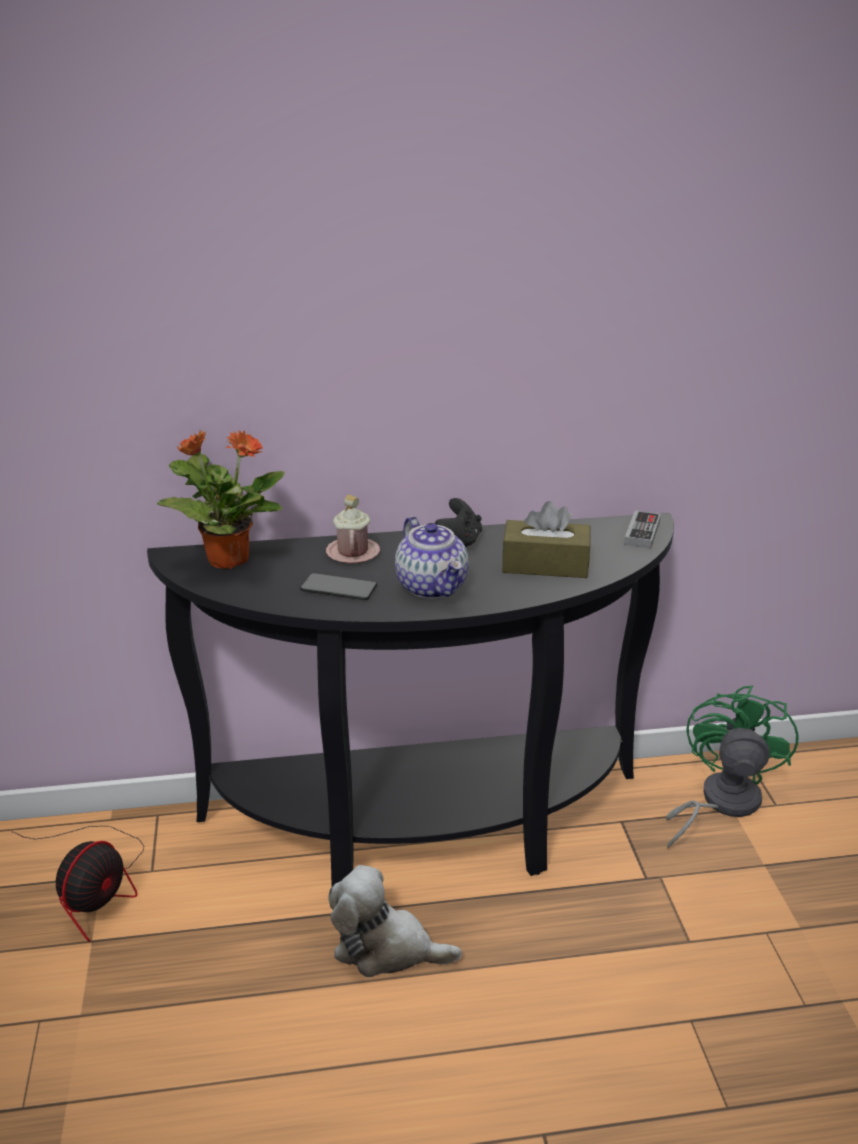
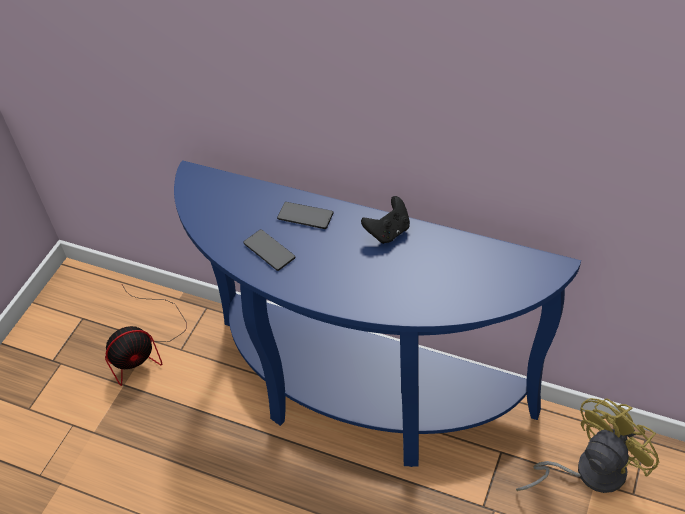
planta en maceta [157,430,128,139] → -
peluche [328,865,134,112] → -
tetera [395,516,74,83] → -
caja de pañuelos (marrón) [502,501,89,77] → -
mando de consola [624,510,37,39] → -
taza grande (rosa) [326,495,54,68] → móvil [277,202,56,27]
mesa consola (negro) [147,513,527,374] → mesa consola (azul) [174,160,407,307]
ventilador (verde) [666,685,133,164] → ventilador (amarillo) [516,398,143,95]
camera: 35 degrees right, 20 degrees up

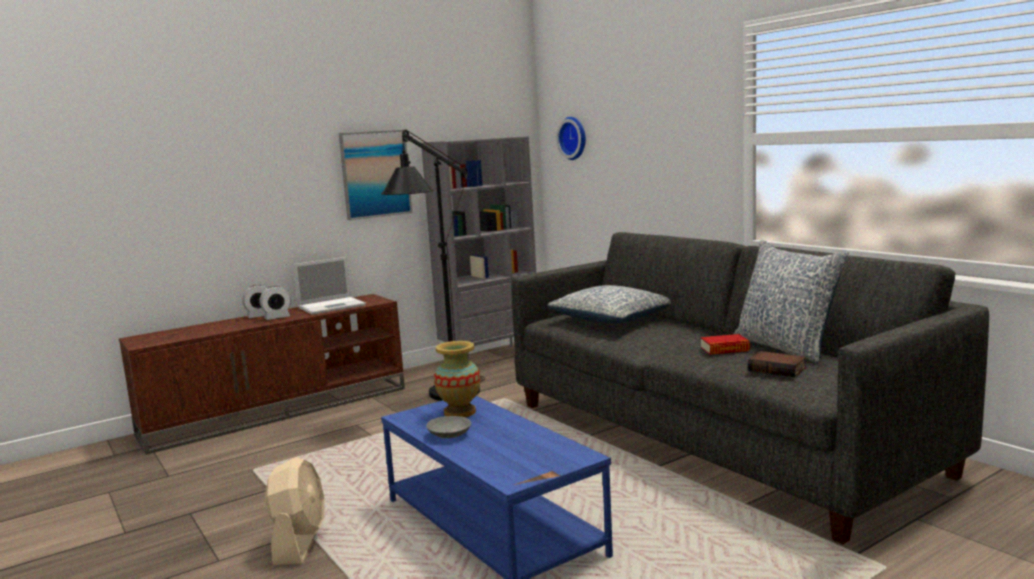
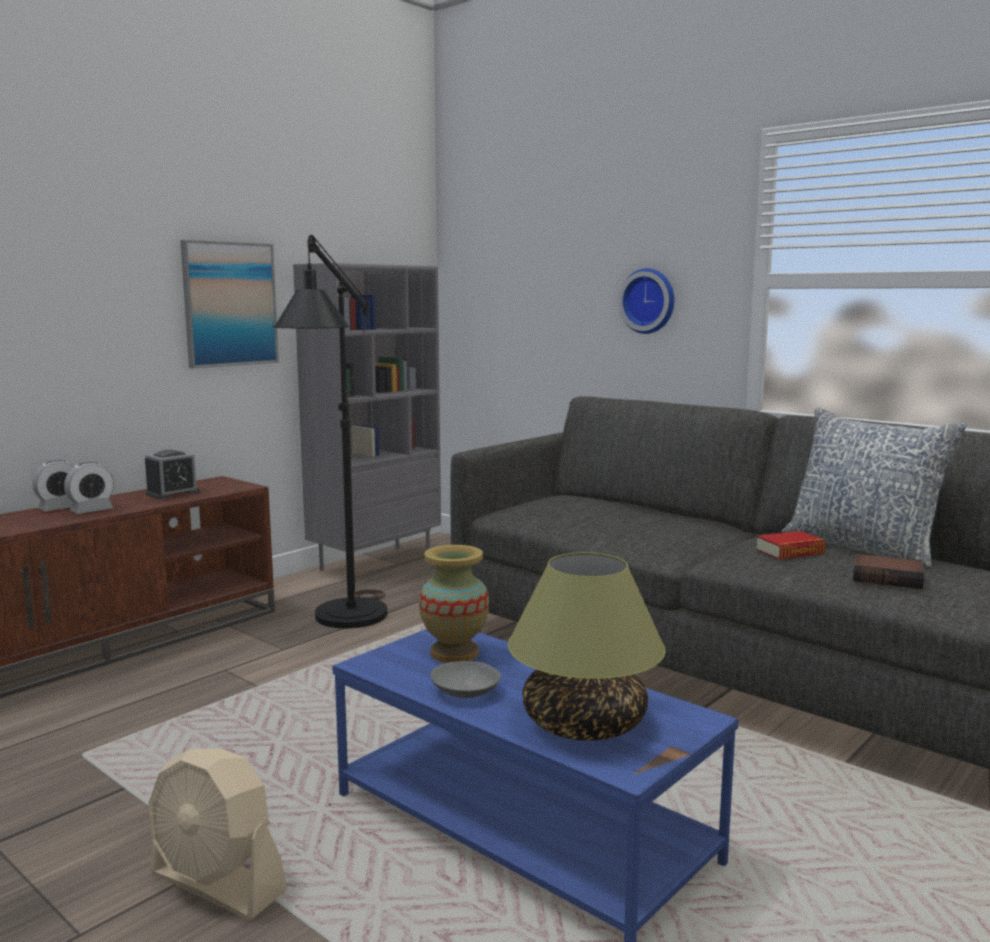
cojín [547,285,124,39] → -
- → lámpara de mesa [508,552,158,189]
reloj de pared [557,117,29,43] → reloj de pared [618,268,56,66], moved
portátil [293,257,73,58] → despertador [145,450,54,49]
ventilador (beis) [265,457,60,108] → ventilador (beis) [148,749,139,171], 135 degrees clockwise
camera: 15 degrees left, 0 degrees up

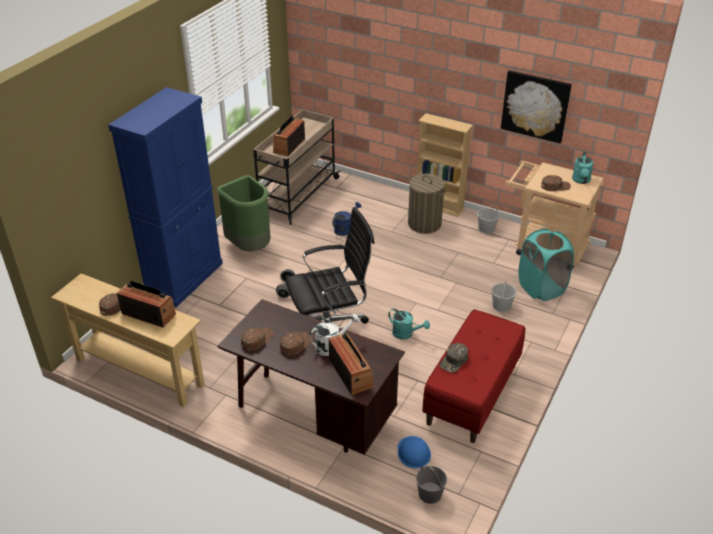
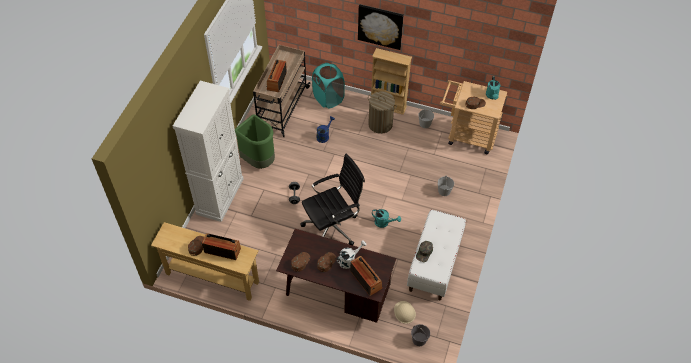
cuadro [501,71,71,72] → cuadro [358,5,46,45], moved
cesto de la ropa (turquesa) [518,229,56,72] → cesto de la ropa (turquesa) [312,63,33,46], moved
armario (azul) [108,87,115,221] → armario (blanco) [173,81,70,141]
casco (azul) [398,436,33,32] → casco (beis) [394,301,22,23]
banco (rojo) [422,309,103,134] → banco (blanco) [407,210,59,90]
camera: 10 degrees left, 15 degrees up

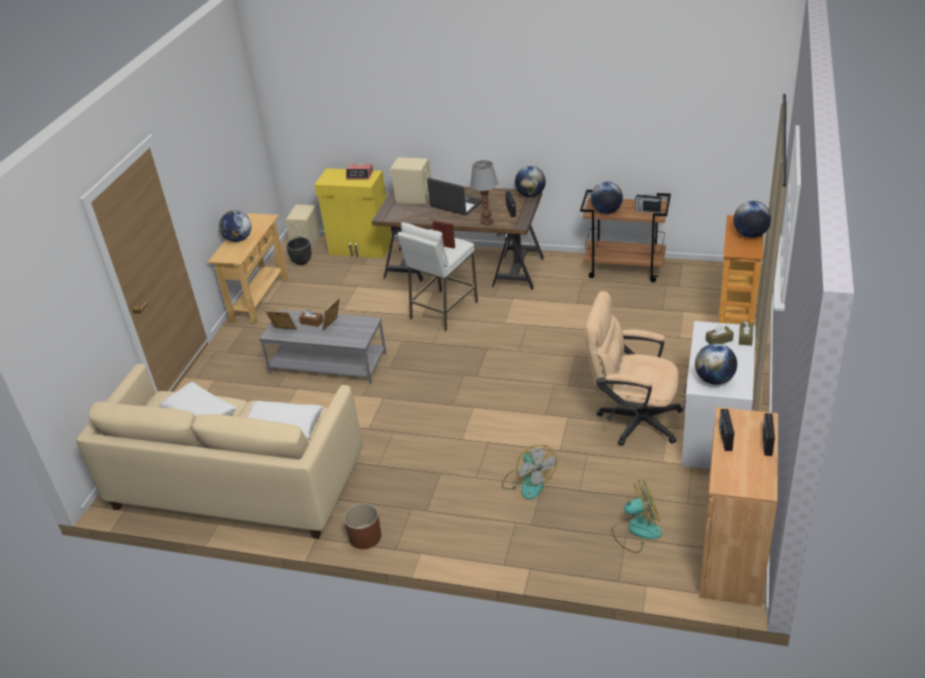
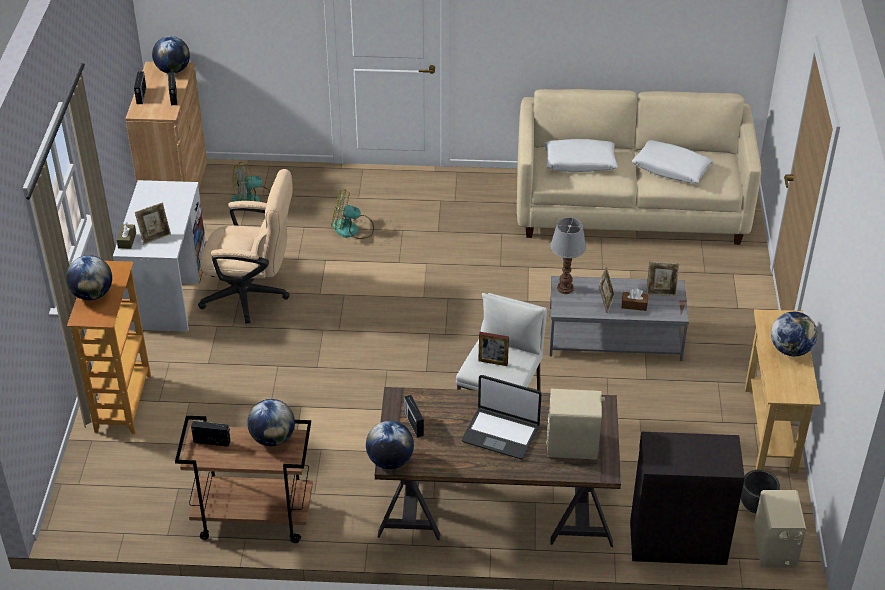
maceta (marrón) [344,503,37,46] → -
despertador [346,164,27,15] → -
lámpara de mesa [470,160,28,66] → lámpara de mesa [550,218,36,76], moved
globo terráqueo [695,343,42,42] → globo terráqueo [152,36,38,38], moved
caja de pañuelos (marrón) [706,323,28,21] → portarretratos [135,202,36,42]
armario (amarillo) [314,168,78,90] → armario (negro) [630,432,115,133]
ventilador [502,445,55,55] → ventilador [331,189,43,50], 45 degrees counterclockwise
camera: 165 degrees right, 5 degrees up

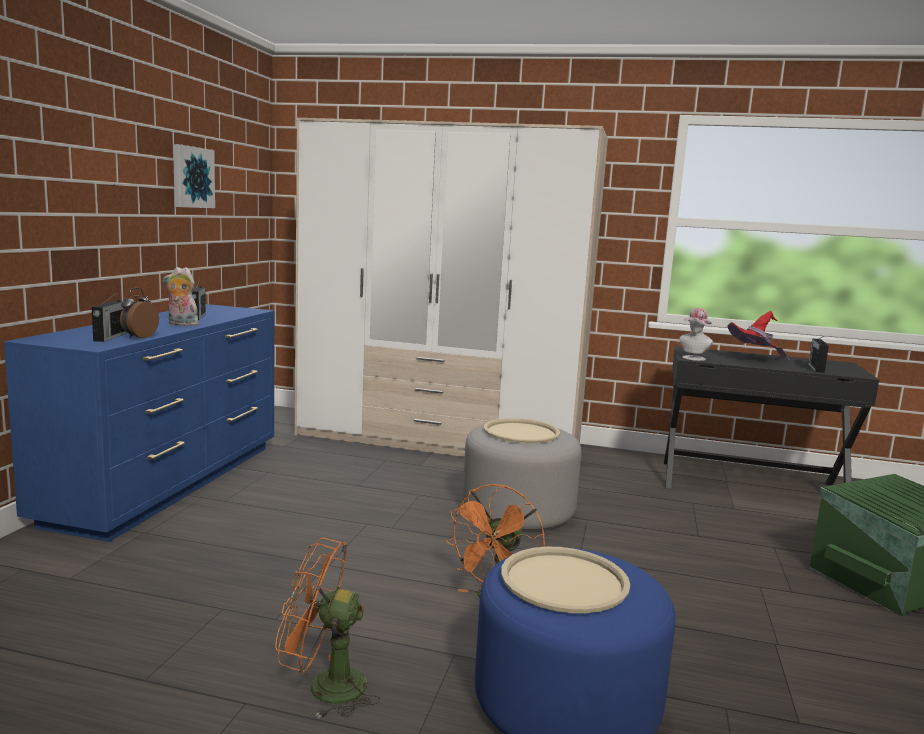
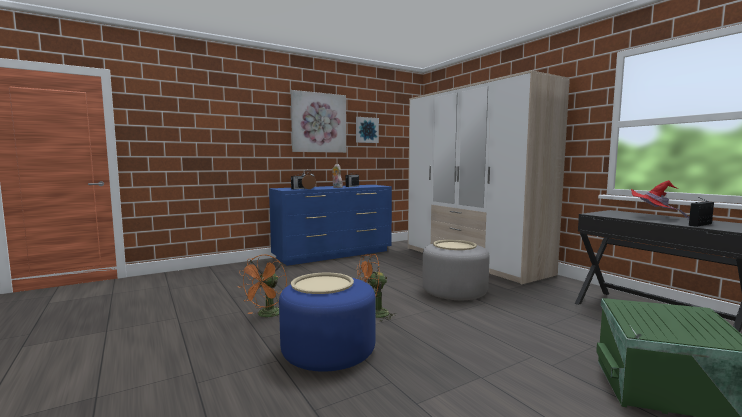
sombrero [680,308,33,53] → -
- → cuadro [291,90,55,63]
ventilador (naranja) [275,538,105,180] → ventilador (naranja) [238,254,49,63], 120 degrees counterclockwise
camera: 45 degrees right, 5 degrees down

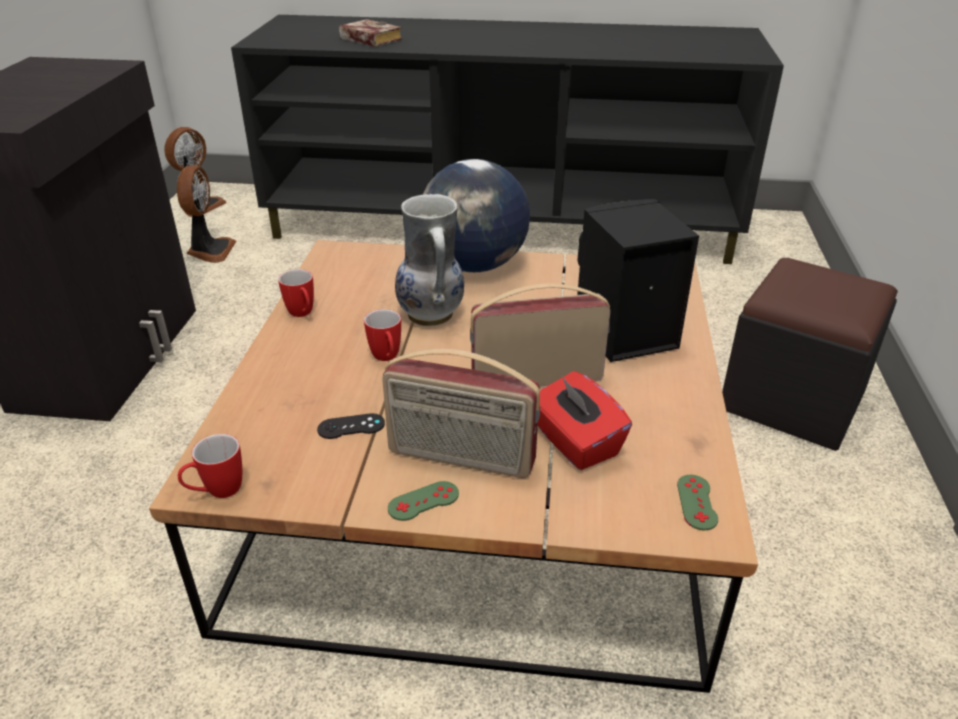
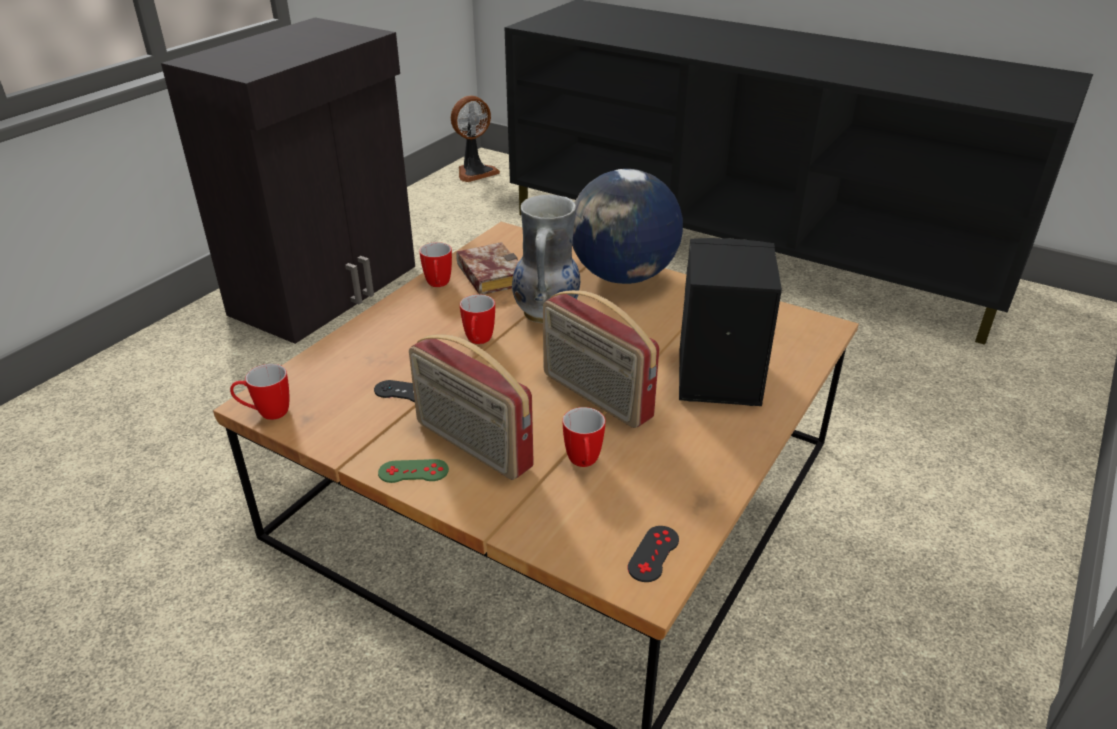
ventilador [177,165,59,98] → -
puf (negro) [722,258,176,193] → -
libro [339,19,63,28] → libro [456,242,62,53], moved
caja de pañuelos (rojo) [538,371,94,99] → taza grande [563,407,42,60]
mando de consola (verde) [677,475,41,55] → mando de consola (negro) [628,526,51,56]
radio [470,283,141,104] → radio [543,290,116,138], 150 degrees counterclockwise
camera: 25 degrees right, 0 degrees up

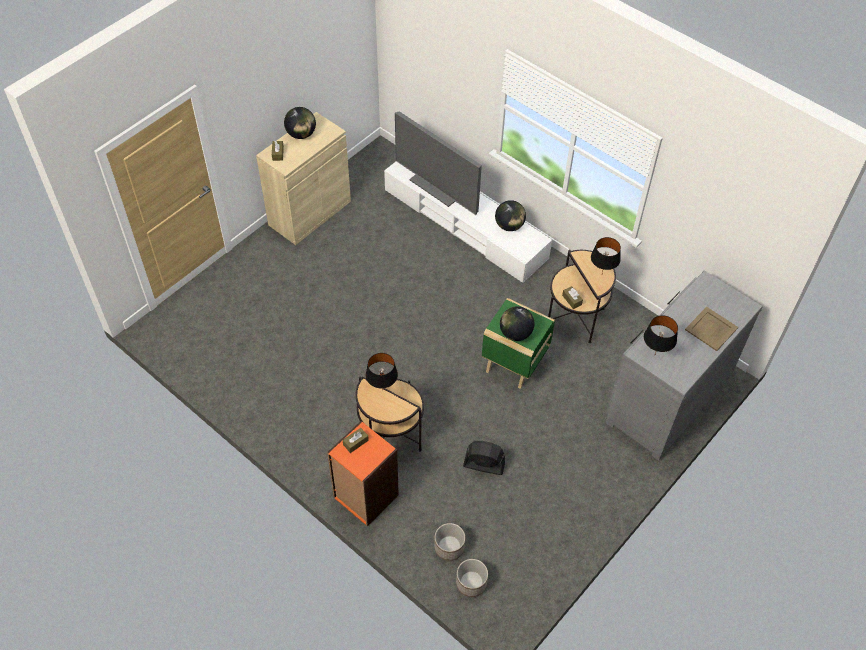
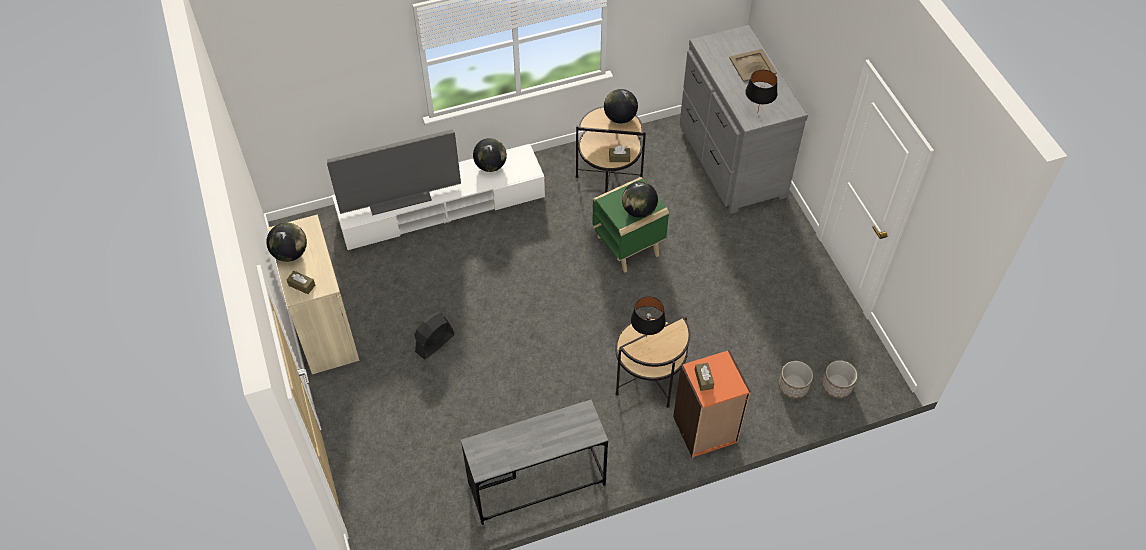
- → escritorio (gris) [461,400,147,126]
ventilador (negro) [463,441,42,34] → ventilador (negro) [414,312,41,48], moved
lámpara de mesa (negro) [591,237,30,36] → globo terráqueo [604,89,34,35]
camera: 60 degrees left, 0 degrees up

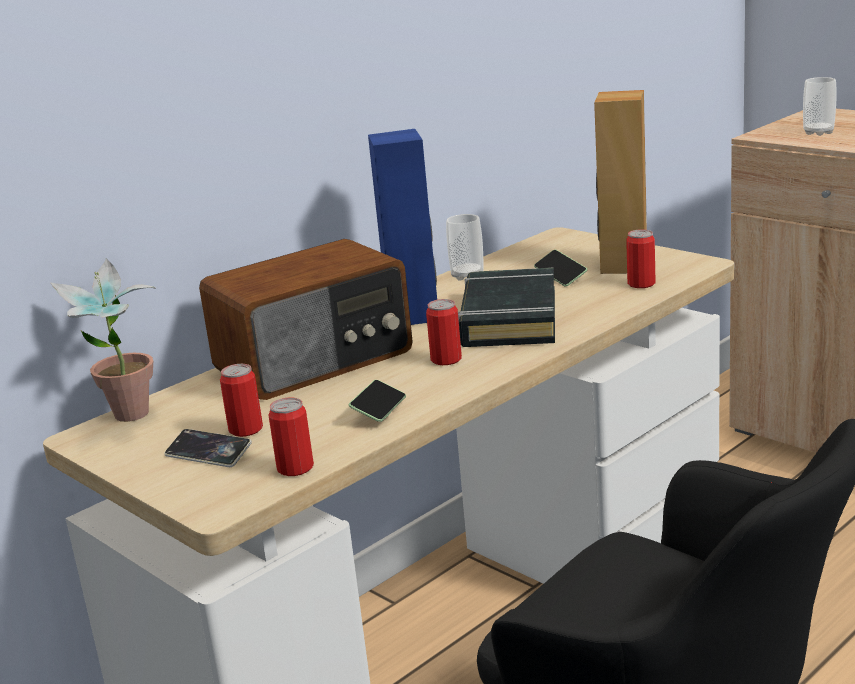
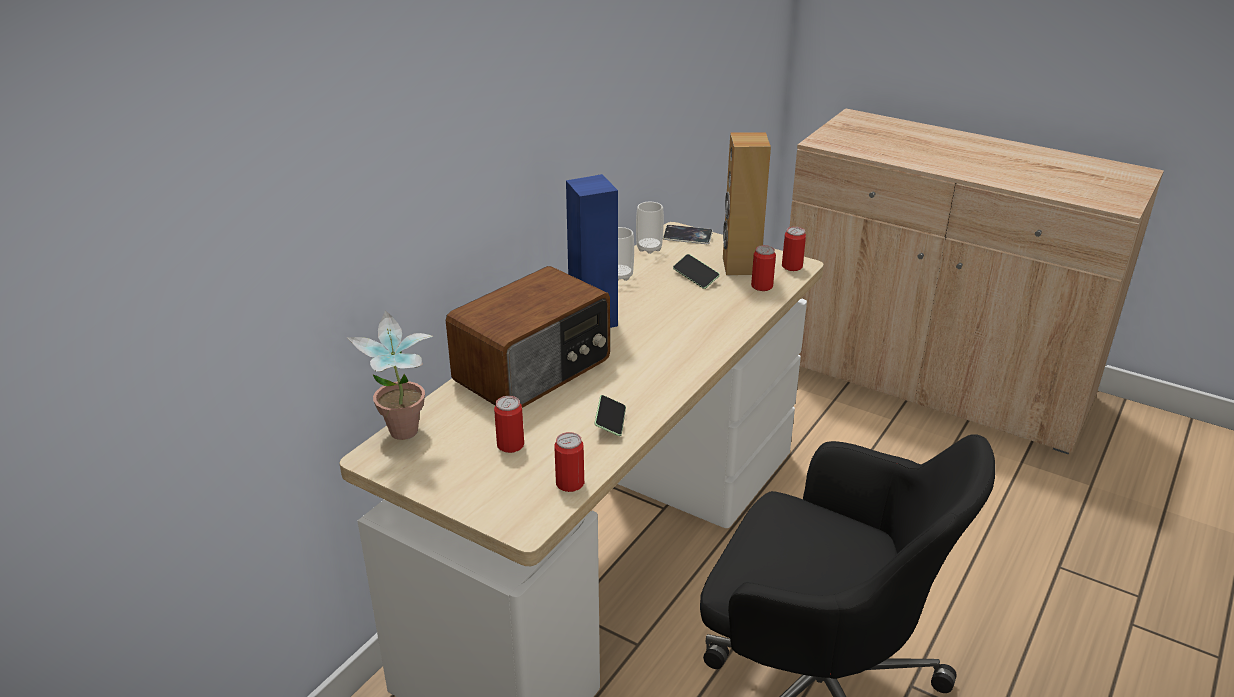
libro (negro) [458,268,97,79] → -
móvil [164,429,88,38] → móvil [663,225,50,19], moved
lata [426,299,36,66] → lata [782,227,24,44], moved
taza [803,77,34,59] → taza [636,202,28,52], moved
camera: 15 degrees left, 10 degrees up

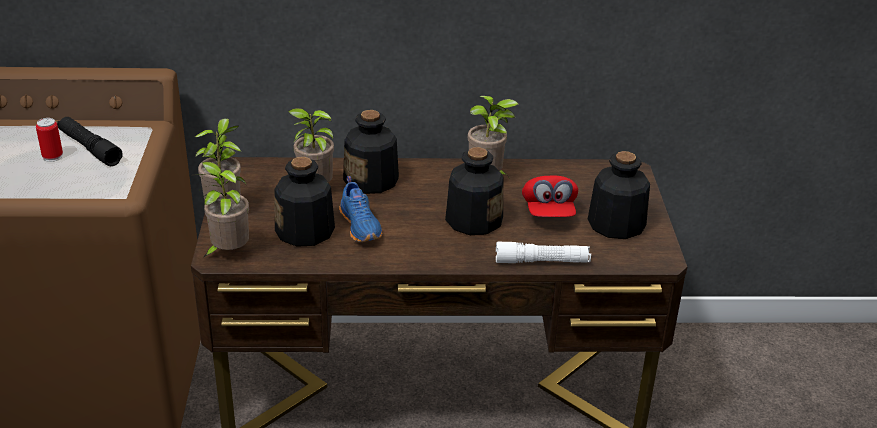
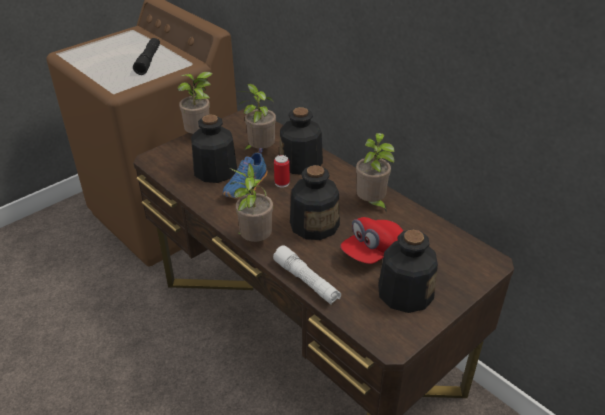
lata [36,118,27,44] → lata [274,155,16,33], moved
planta en maceta [196,161,53,96] → planta en maceta [230,163,43,79], moved
camera: 50 degrees right, 5 degrees up

